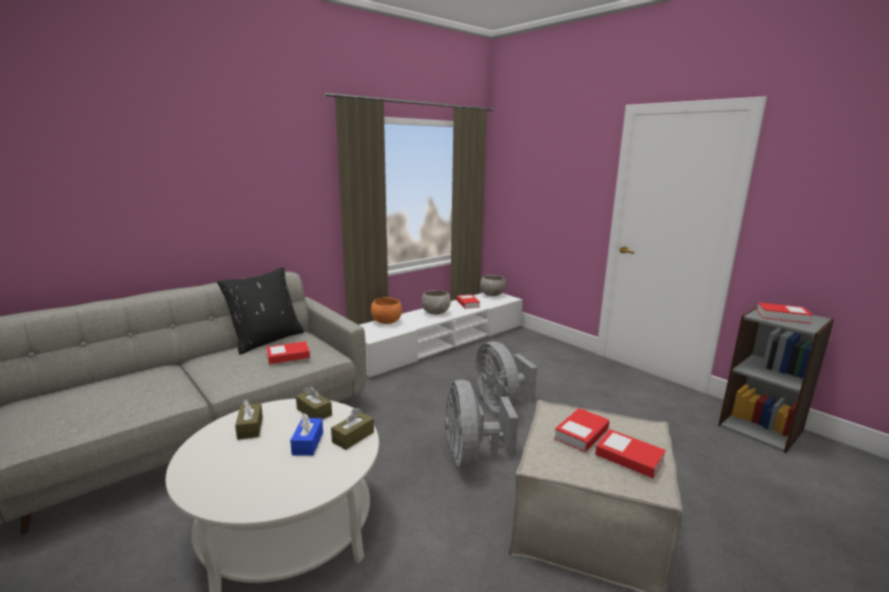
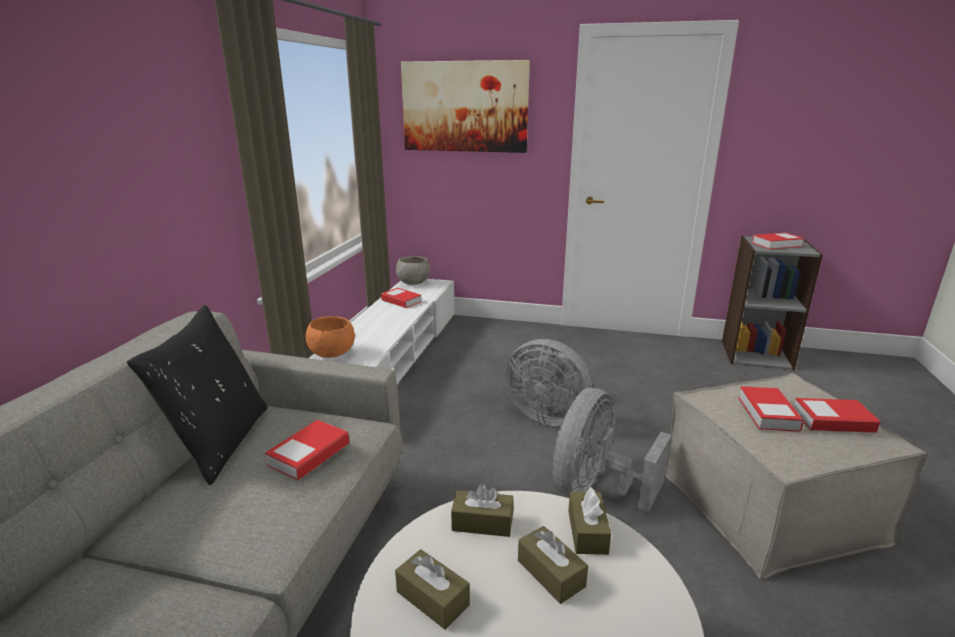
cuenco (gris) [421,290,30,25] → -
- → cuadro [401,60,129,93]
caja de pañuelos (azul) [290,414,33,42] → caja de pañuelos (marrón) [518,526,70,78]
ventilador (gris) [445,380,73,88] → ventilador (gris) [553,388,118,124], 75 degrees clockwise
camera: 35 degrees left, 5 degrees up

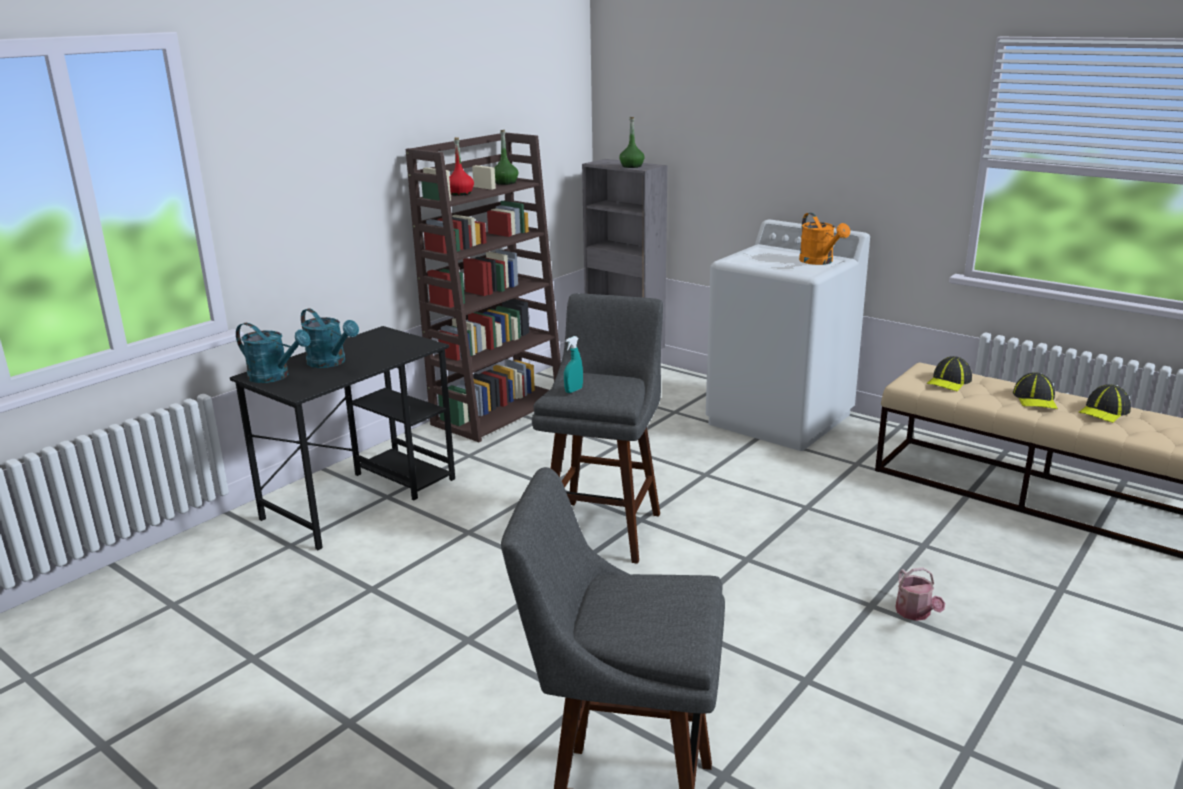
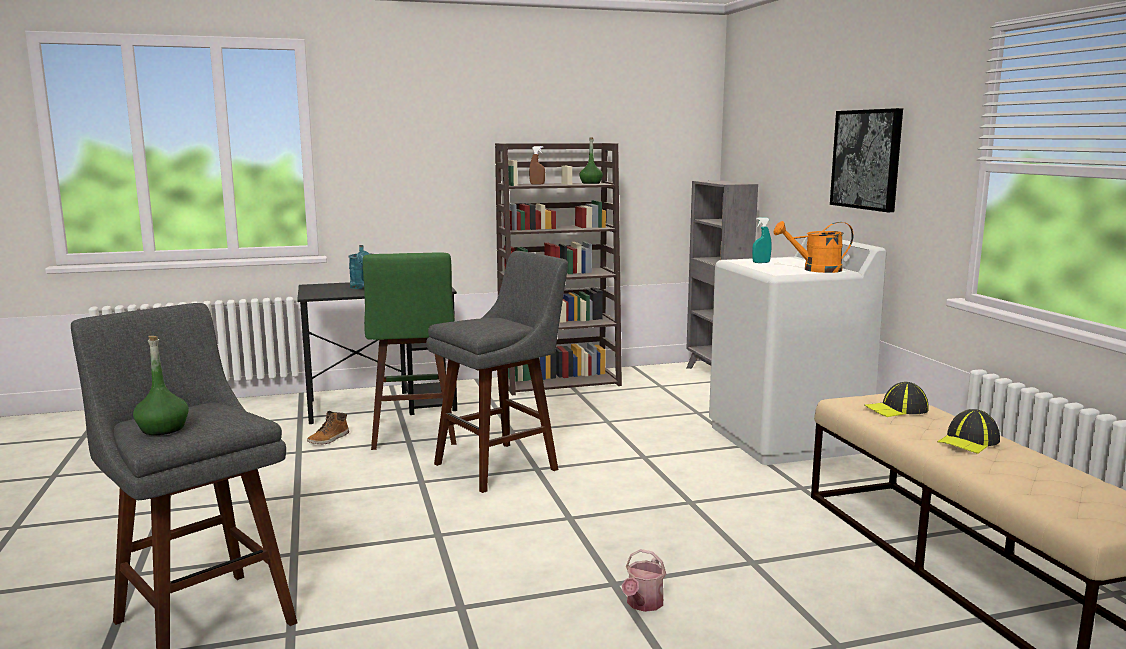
regadera (turquesa) [236,323,75,60] → -
gorra [1078,384,53,39] → -
- → bota [307,411,42,34]
- → taburete (verde) [363,253,94,197]
- → cuadro [830,108,73,104]
pulverizador (turquesa) [564,336,19,57] → pulverizador (turquesa) [752,217,20,46], moved
botella (verde) [619,117,26,51] → botella (verde) [133,336,56,99], moved
botella (rojo) [449,137,25,59] → pulverizador (marrón) [529,146,16,39]
regadera (naranja) [799,213,51,52] → regadera (naranja) [774,221,79,52], 75 degrees clockwise
camera: 35 degrees right, 10 degrees down

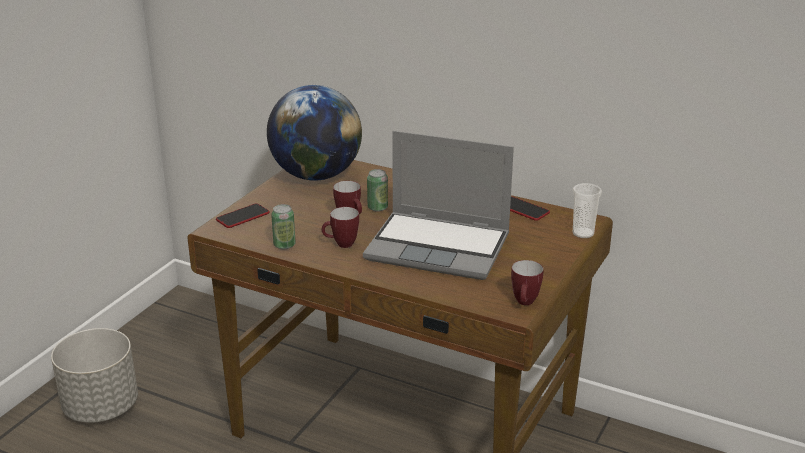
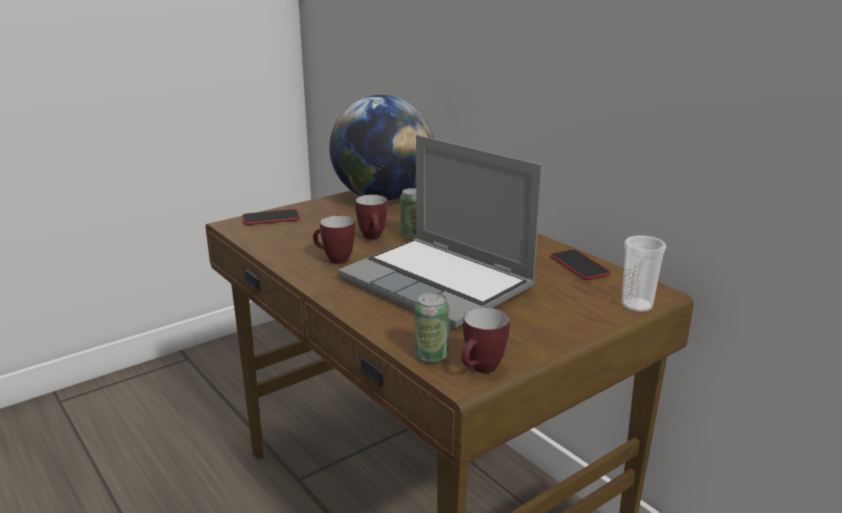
maceta (gris) [51,328,87,95] → -
lata [271,204,25,45] → lata [415,293,35,70], moved
camera: 25 degrees right, 5 degrees down

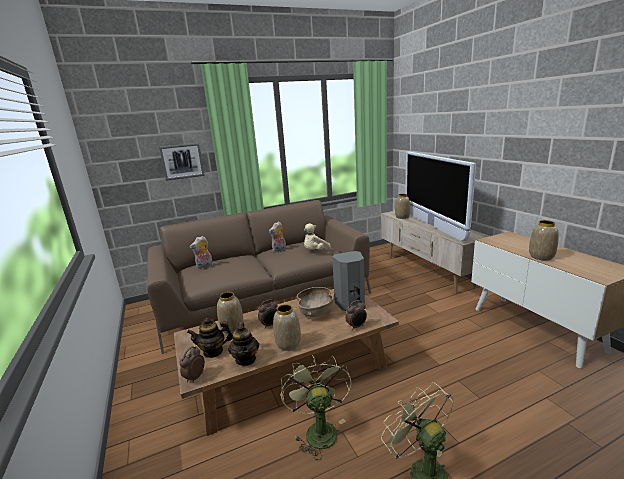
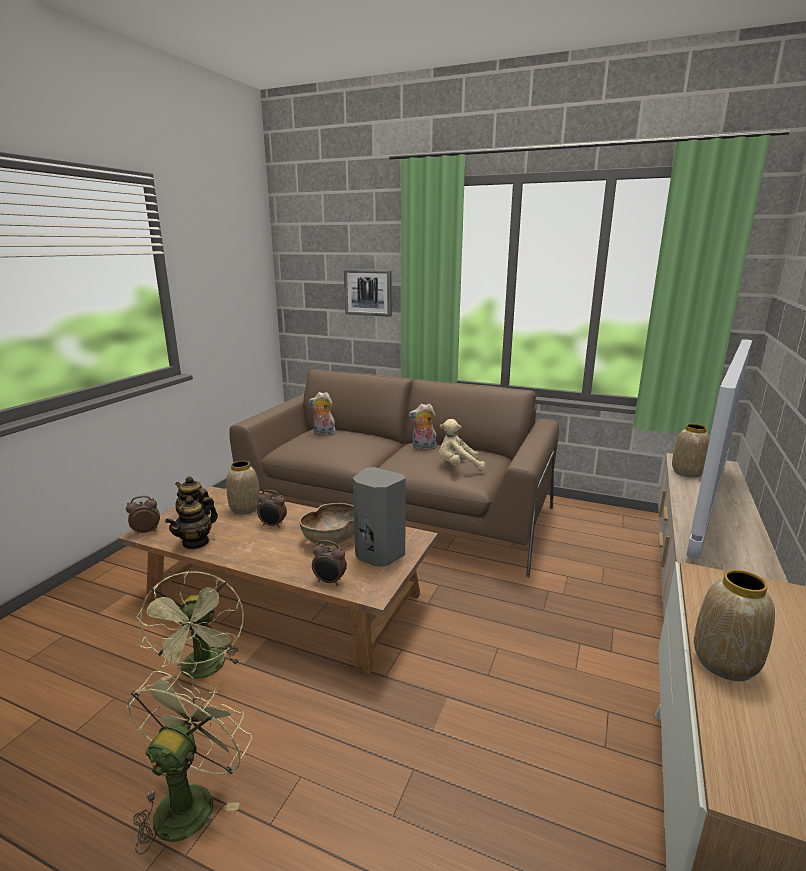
florero [273,304,28,47] → -
ventilador (verde) [281,355,71,105] → ventilador (verde) [136,571,108,109], 135 degrees clockwise
camera: 45 degrees right, 0 degrees up

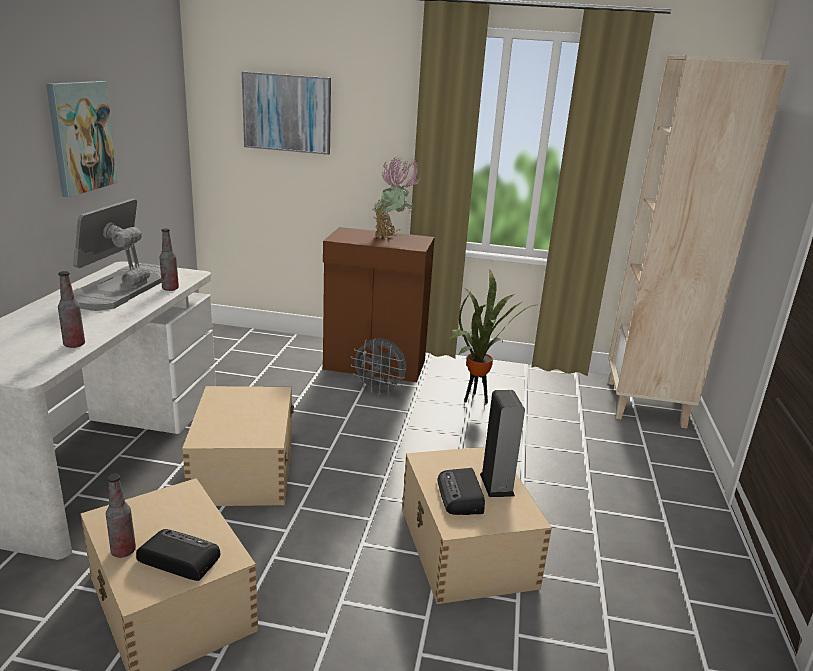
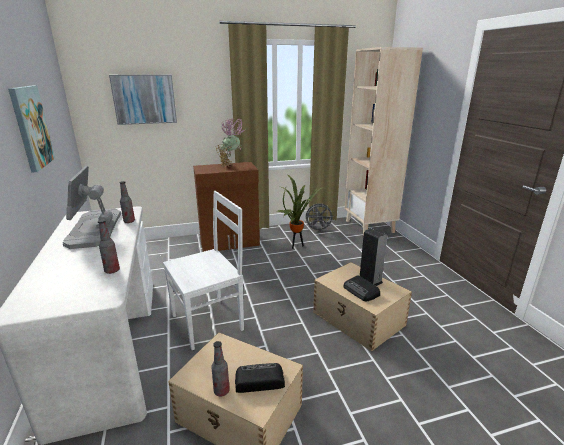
ventilador (gris) [350,338,57,56] → ventilador (gris) [306,204,29,28], moved
caja de almacenaje (beis) [182,386,112,120] → silla (blanco) [163,191,81,159]
camera: 25 degrees left, 0 degrees up

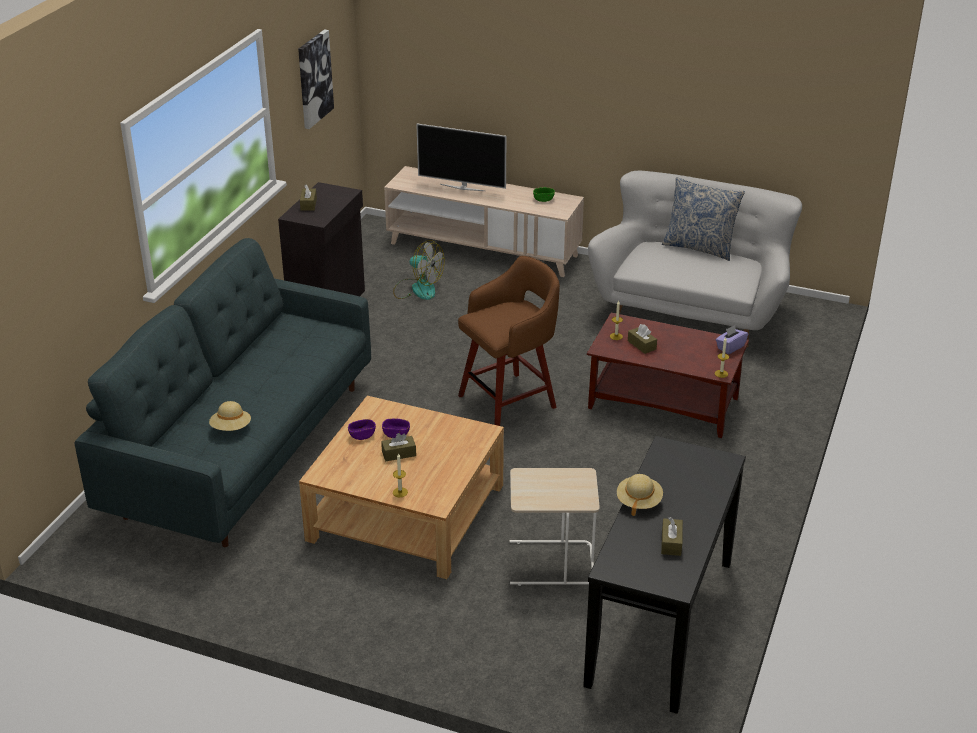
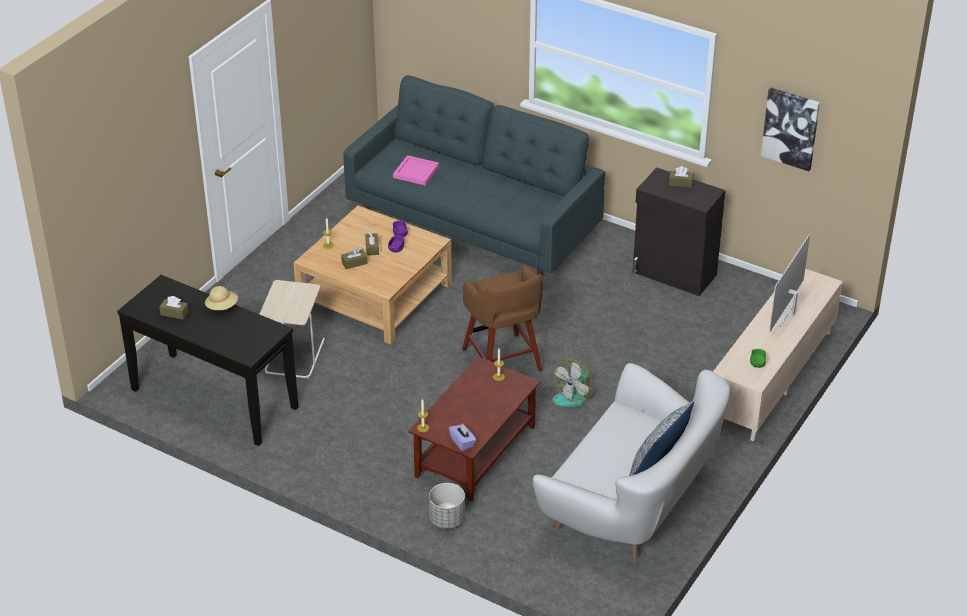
- → maceta (gris) [429,483,36,46]
ventilador [393,240,52,60] → ventilador [553,359,42,48], moved
caja de pañuelos (marrón) [628,324,29,30] → caja de pañuelos (marrón) [341,248,27,21], moved
sombrero (beis) [209,401,42,30] → bandeja (rosa) [393,155,46,30]
camera: 100 degrees right, 5 degrees up

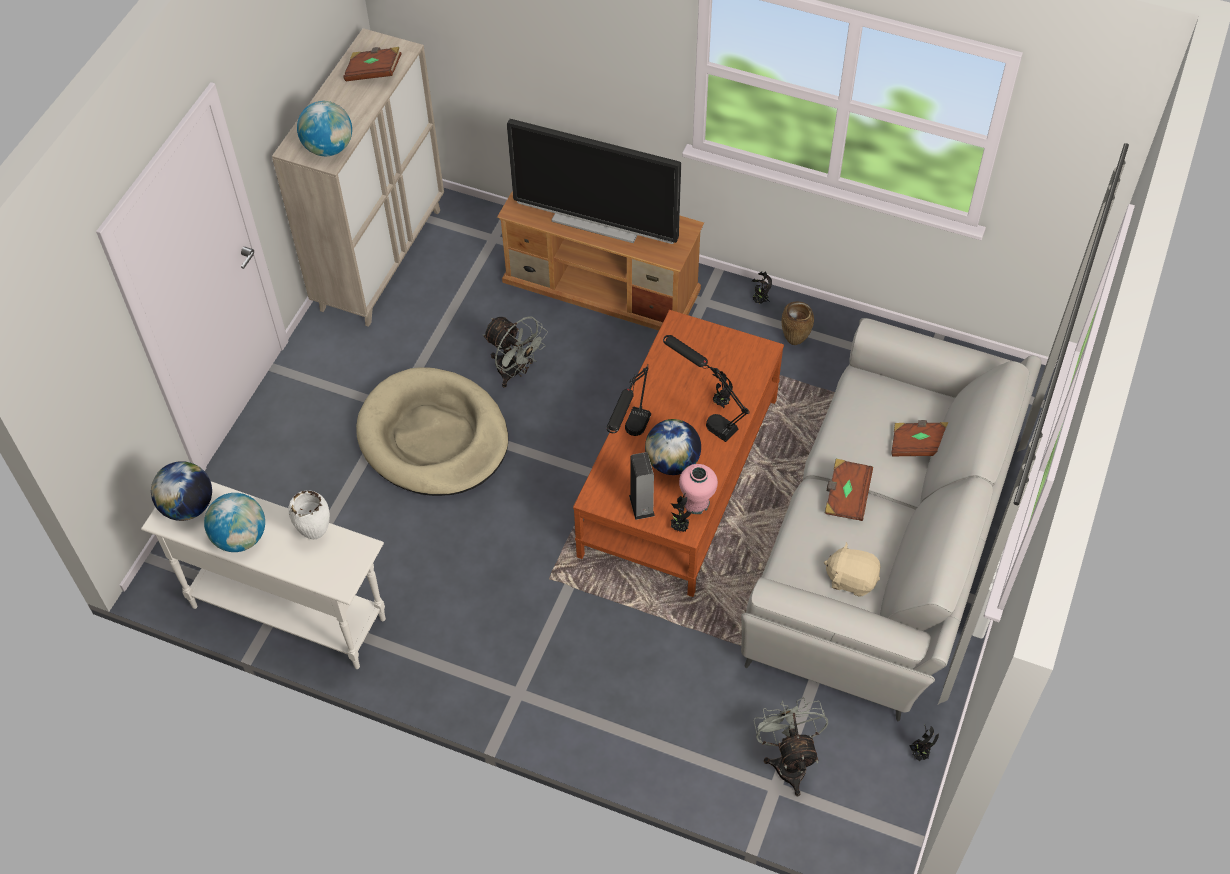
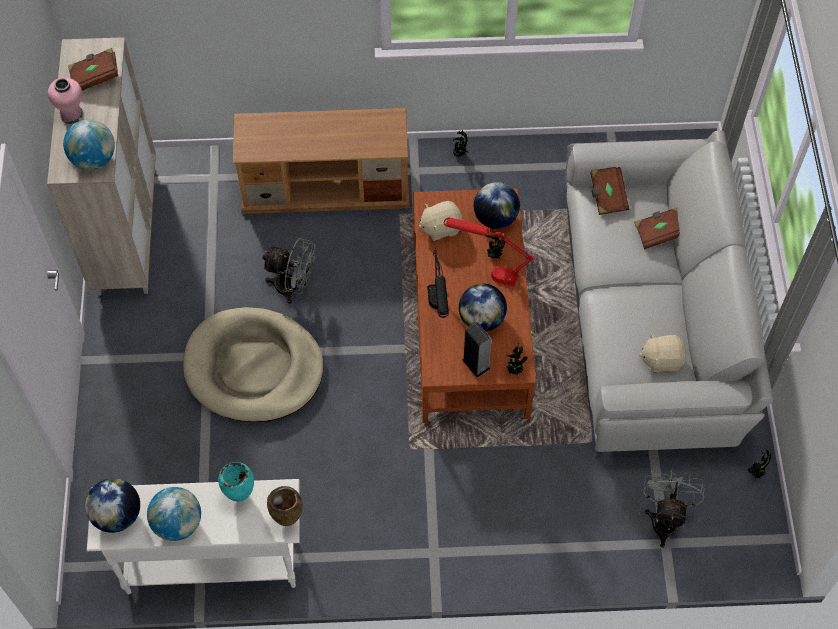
televisor [507,119,174,125] → -
- → peluche (beis) [419,201,44,40]
- → globo terráqueo [474,182,46,47]
florero (rosa) [679,464,39,50] → florero (rosa) [48,78,35,46], moved
florero (marrón) [781,301,33,44] → florero (marrón) [267,486,36,40], moved
libro (marrón) [825,459,48,62] → libro (marrón) [590,167,39,48], moved
florero (blanco) [289,491,41,48] → florero (turquesa) [218,462,36,40]
lámpara de mesa (negro) [663,335,87,107] → lámpara de mesa (rojo) [444,217,91,69]
ventilador (gris) [753,697,75,100] → ventilador (gris) [643,469,61,79], 45 degrees clockwise
camera: 25 degrees left, 5 degrees up

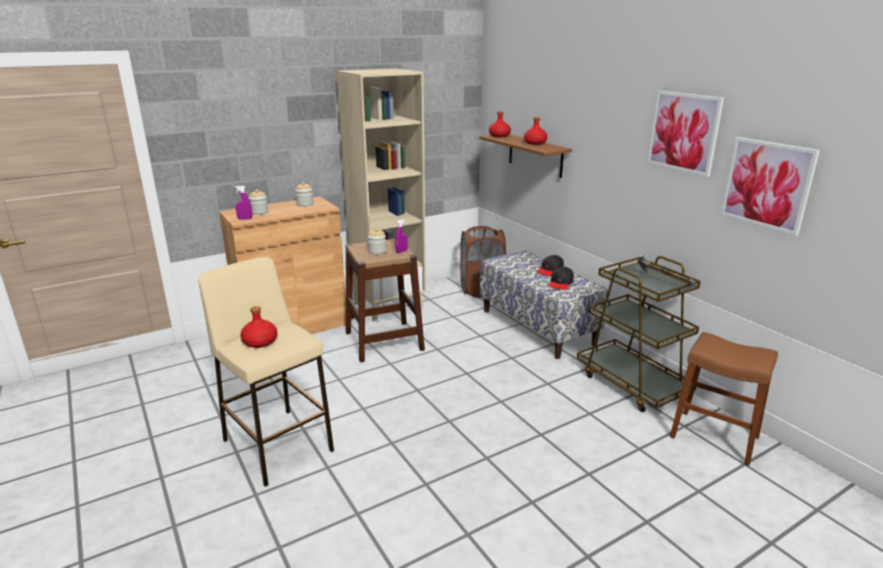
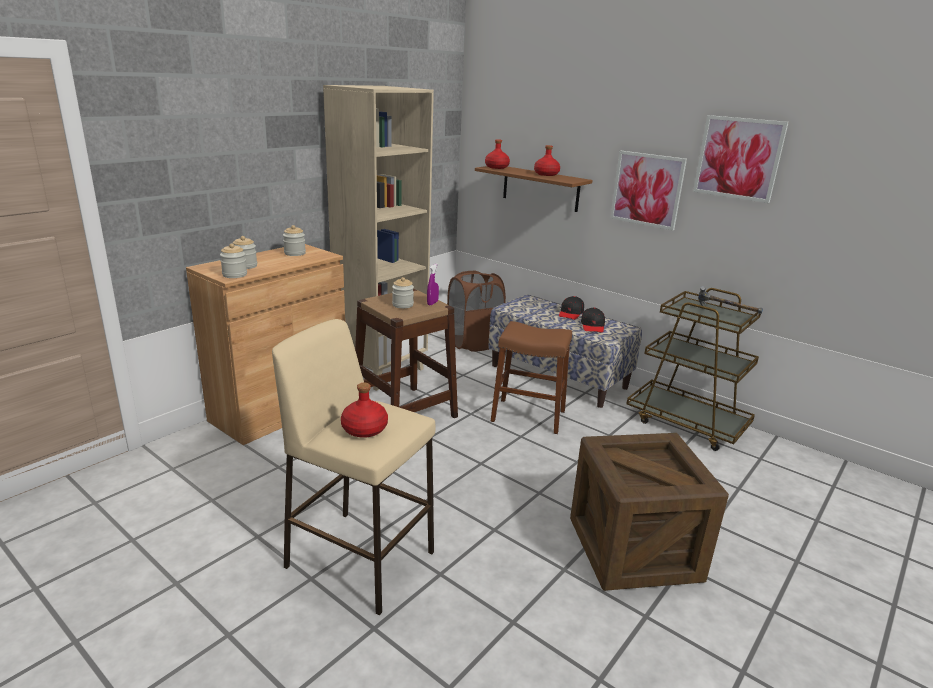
- → caja de embalaje [570,433,159,158]
taburete (marrón) [670,332,108,134] → taburete (marrón) [491,321,81,113], moved
cuadro [720,137,100,99] → cuadro [610,151,77,80], moved
pulverizador (morado) [235,186,17,34] → tarro [220,243,27,35]
camera: 20 degrees left, 0 degrees up

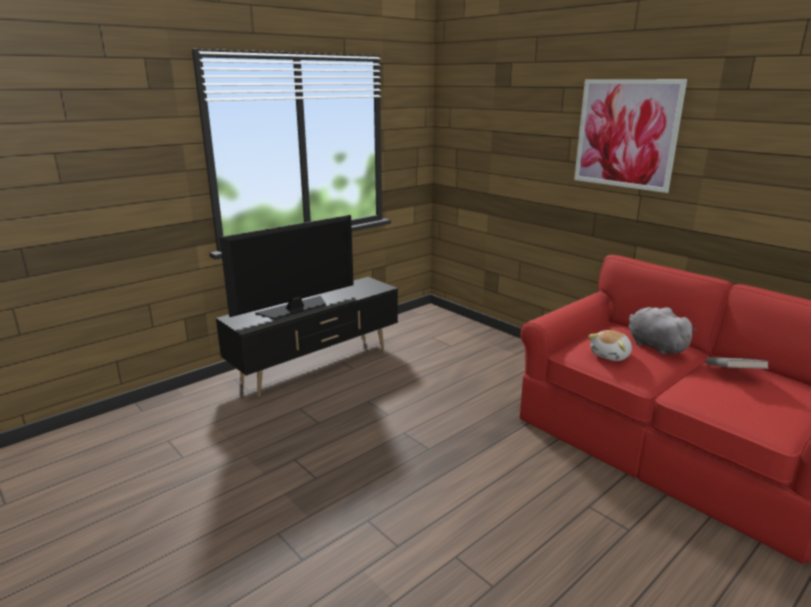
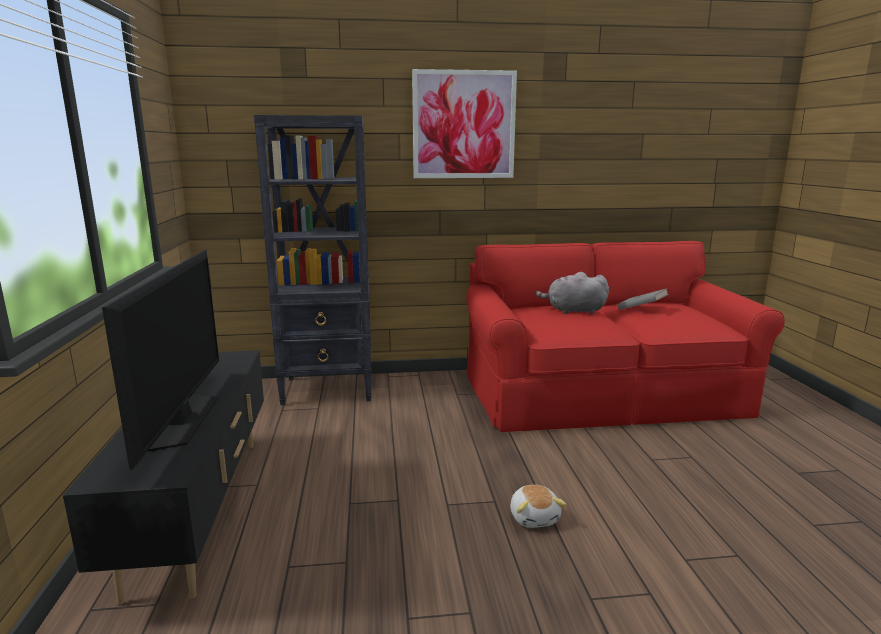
- → estantería (negro) [254,115,118,290]
peluche [588,330,44,31] → peluche [510,485,56,43], moved
camera: 55 degrees left, 5 degrees down

